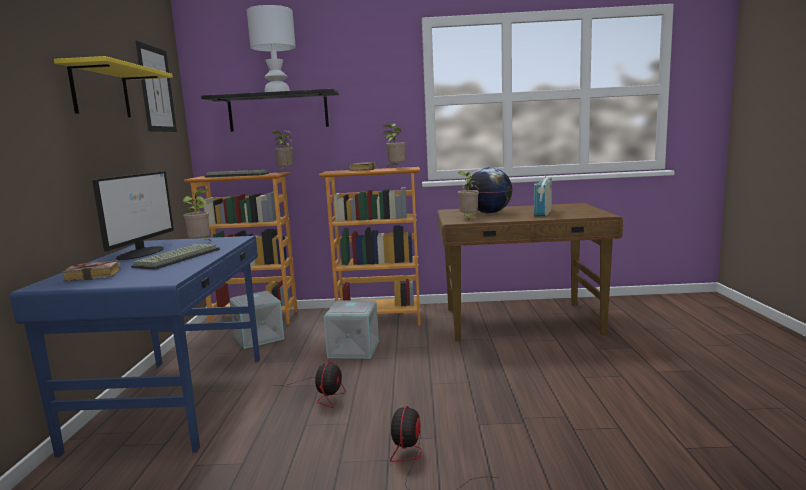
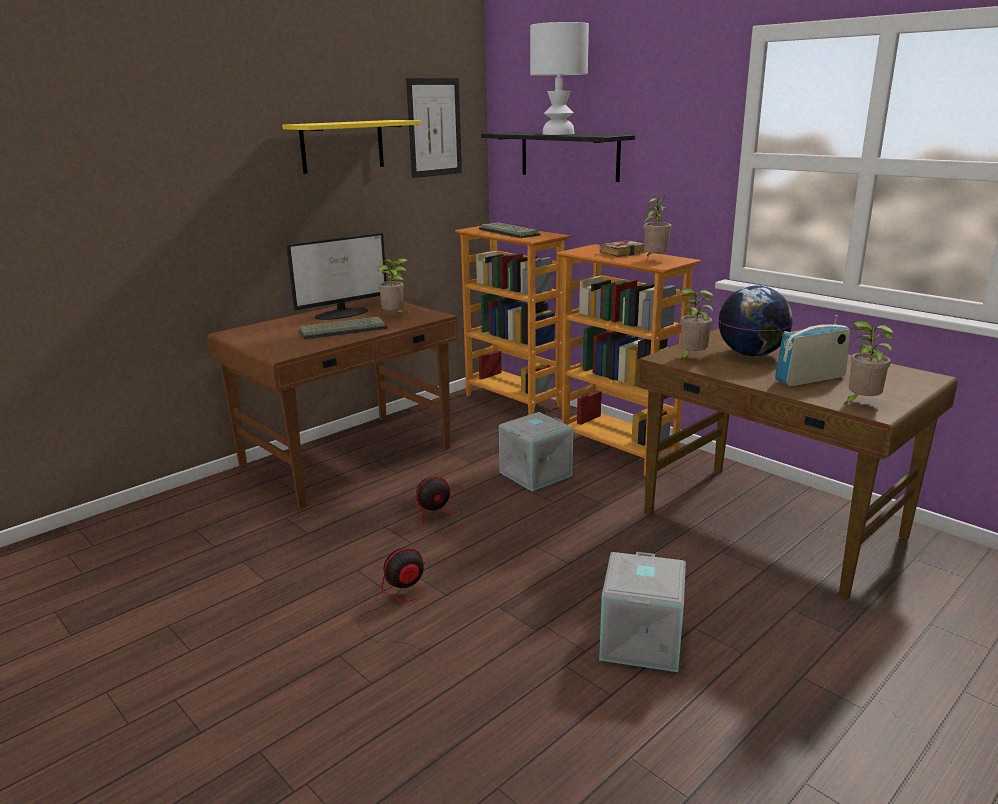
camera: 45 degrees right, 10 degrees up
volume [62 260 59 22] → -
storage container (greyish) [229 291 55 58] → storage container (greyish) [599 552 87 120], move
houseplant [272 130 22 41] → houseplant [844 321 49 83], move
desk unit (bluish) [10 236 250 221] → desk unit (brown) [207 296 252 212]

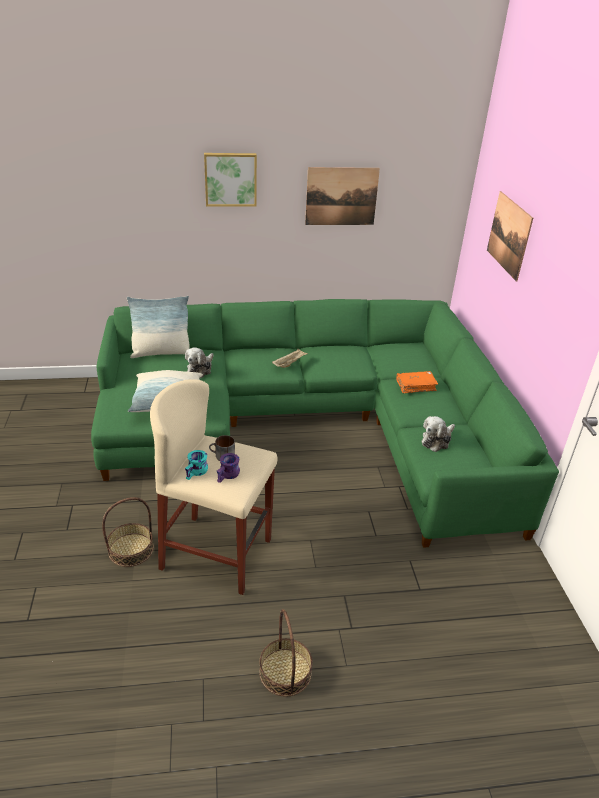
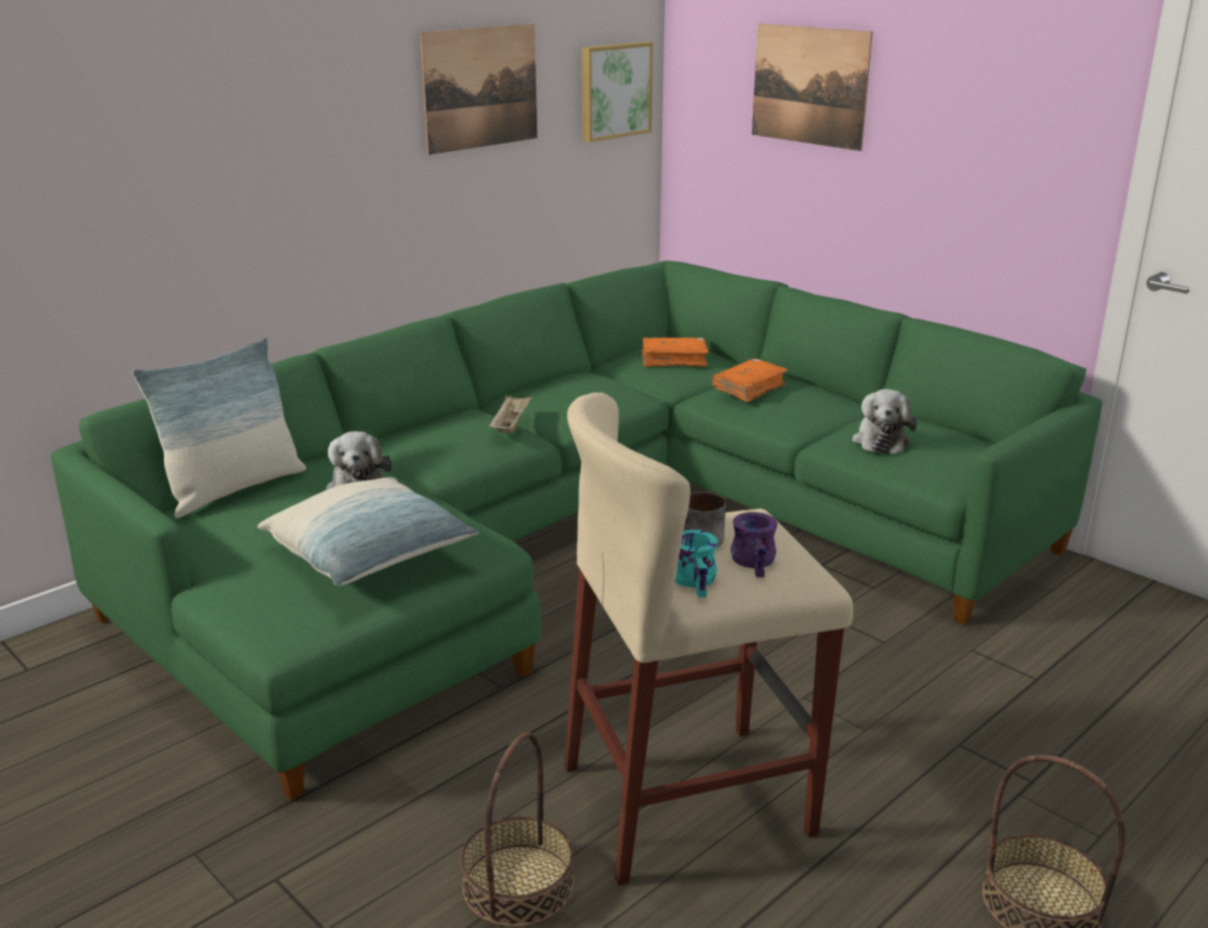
camera: 35 degrees left, 10 degrees down
- → volume (orange) [642 337 66 30]
picture [204 153 53 54] → picture [582 42 71 100], move

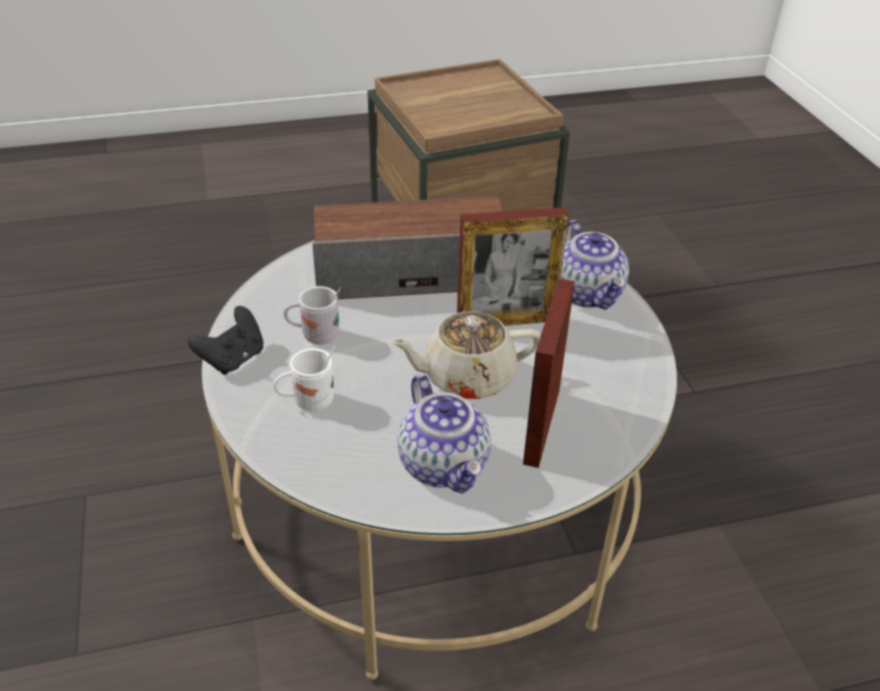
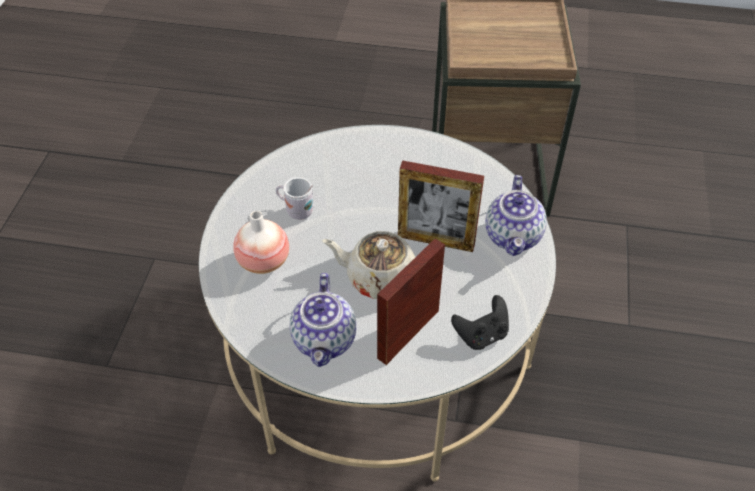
camera: 25 degrees right, 10 degrees up
loudspeaker [313 196 190 103] → -
game controller (blackish) [188 306 75 69] → game controller (blackish) [451 295 58 55], move
tea mug (whitish) [273 346 62 66] → decorative vase [233 211 56 63]

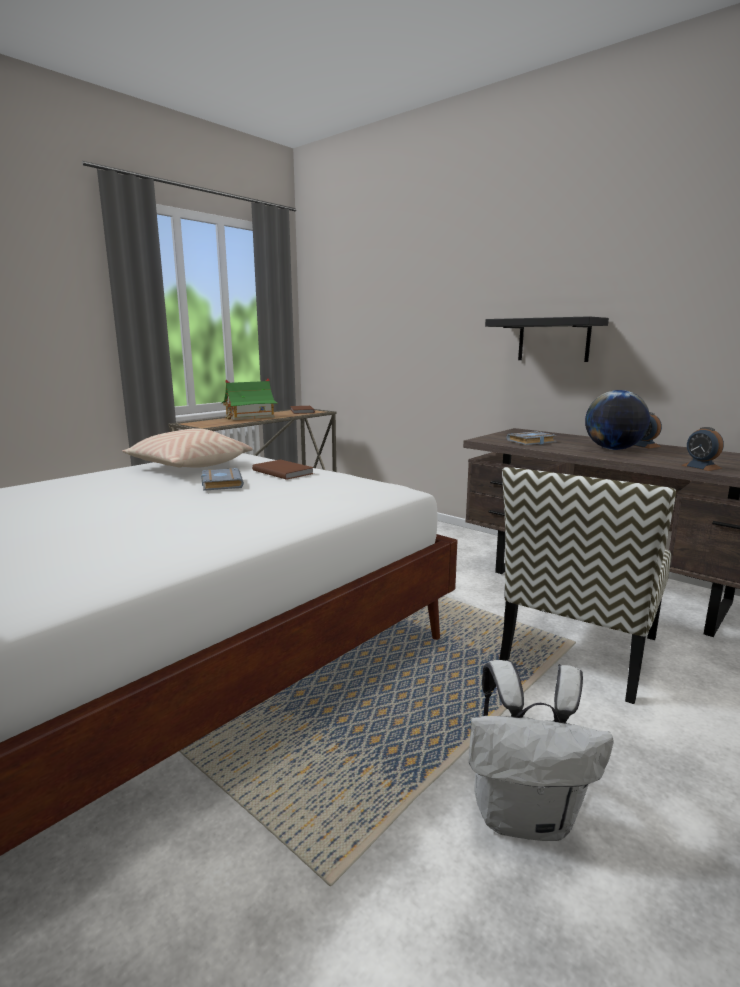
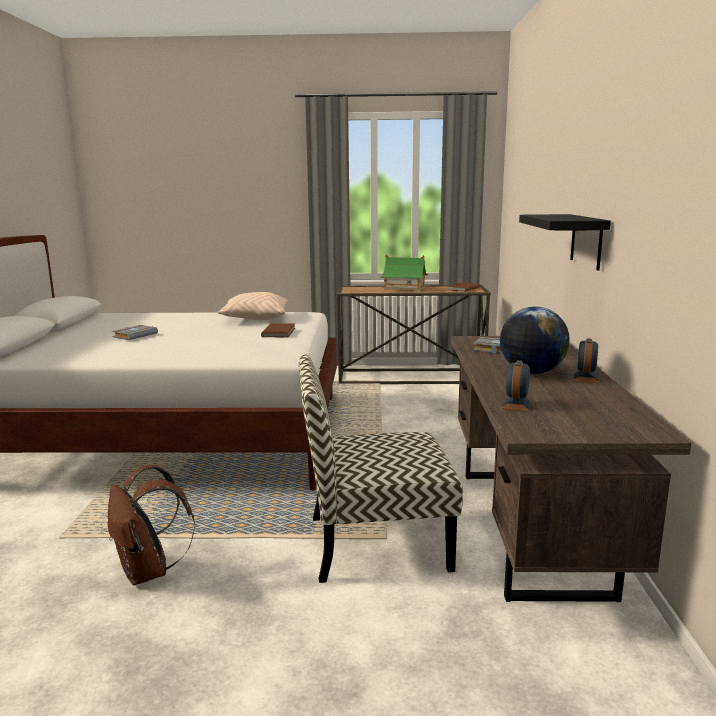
camera: 50 degrees right, 0 degrees up
volume (greyish) [201 468 43 23] → volume (greyish) [112 325 46 15], move
knapsack (whitish) [469 660 145 181] → knapsack (brown) [107 465 88 120]

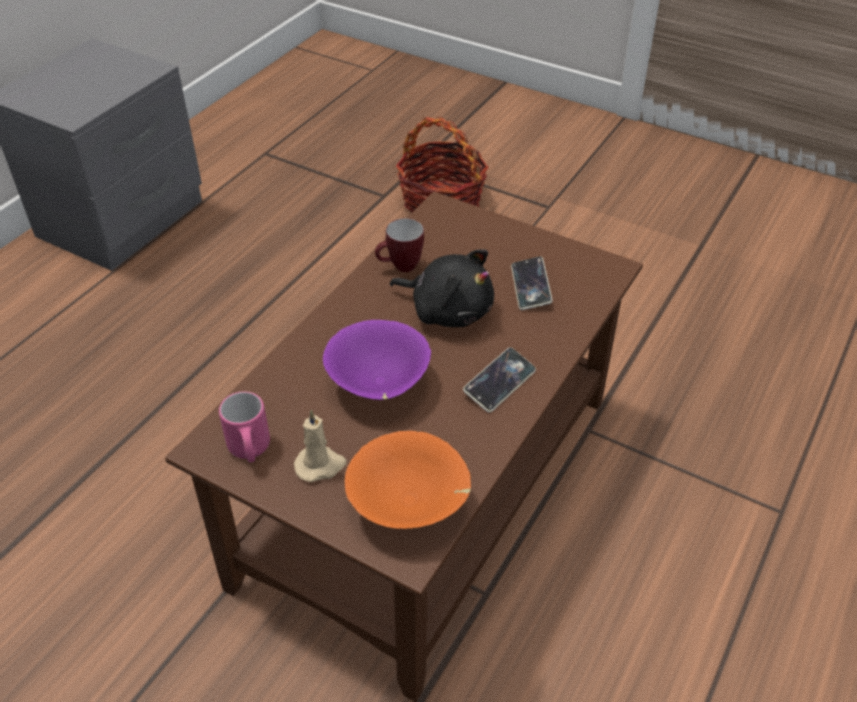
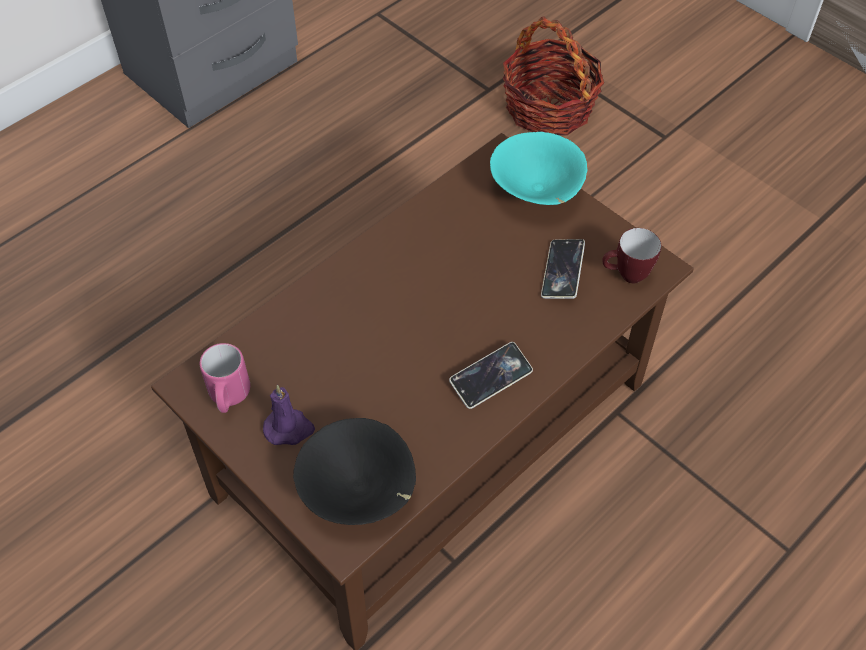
camera: 15 degrees right, 10 degrees up
deep dish (purple) [323 320 108 80] → -
plush toy (blackish) [390 249 104 78] → -
- → deep dish (turquoise-coloured) [490 132 97 73]
tea mug [375 218 49 54] → tea mug [602 228 59 55], move
wax candle (beige-coloured) [294 410 53 72] → wax candle (purple) [263 385 52 60]
deep dish (orange) [345 431 126 98] → deep dish (blackish) [293 418 123 107]

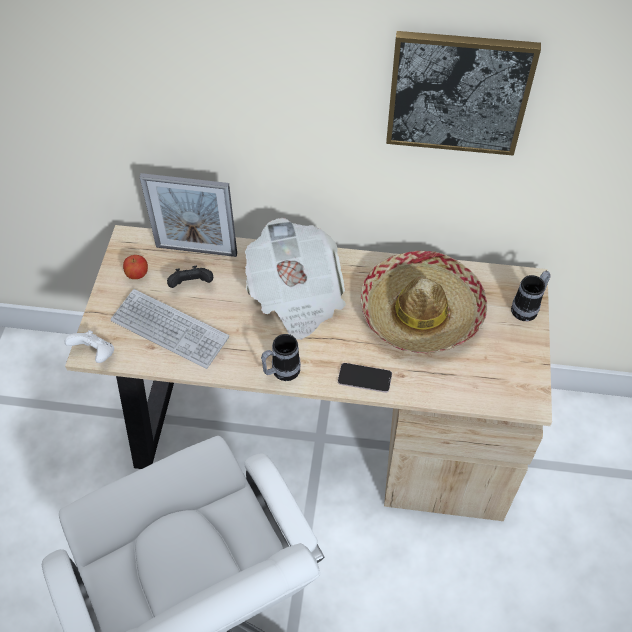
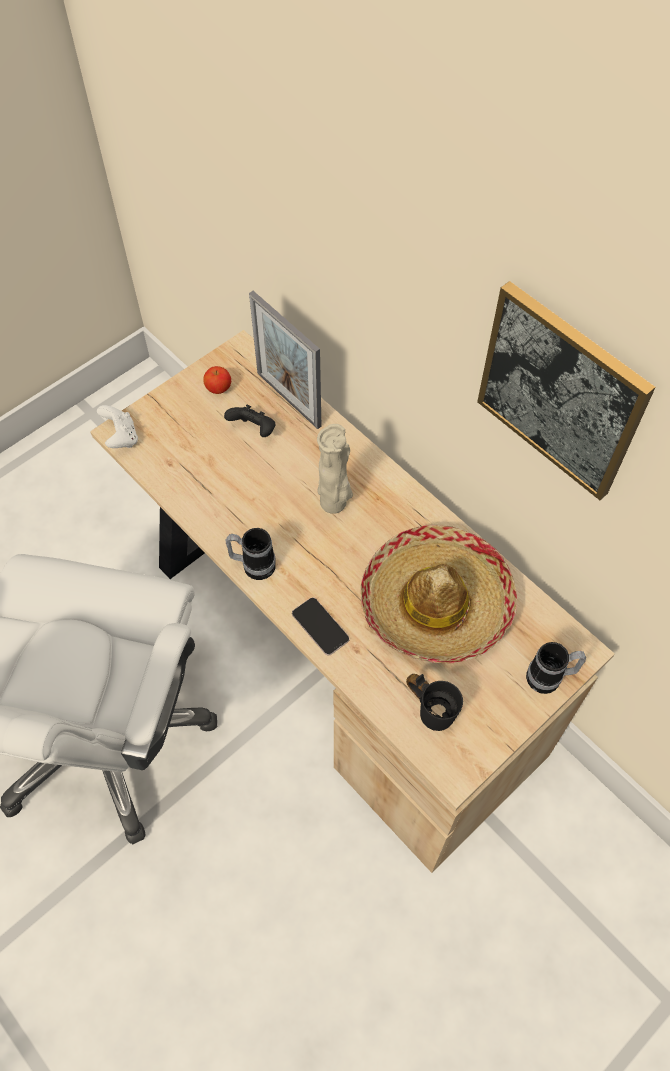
camera: 40 degrees right, 5 degrees up
PC keyboard [110 289 119 80] → -
- → tea mug (blackish) [406 674 57 57]
daily paper [245 218 101 122] → decorative vase (beige-coloured) [317 424 36 90]

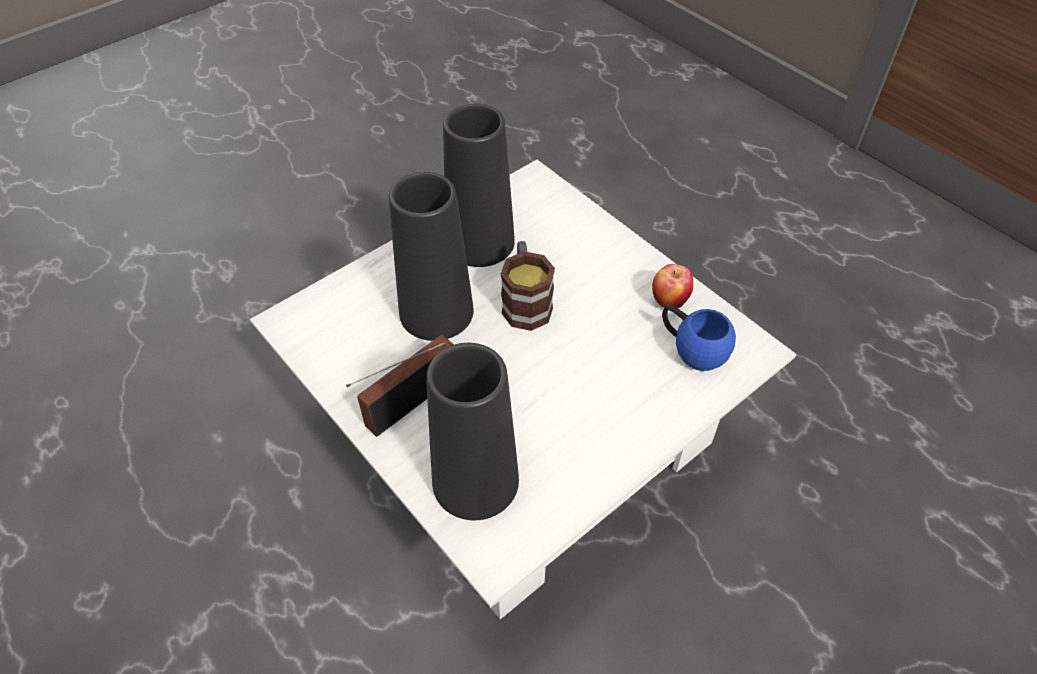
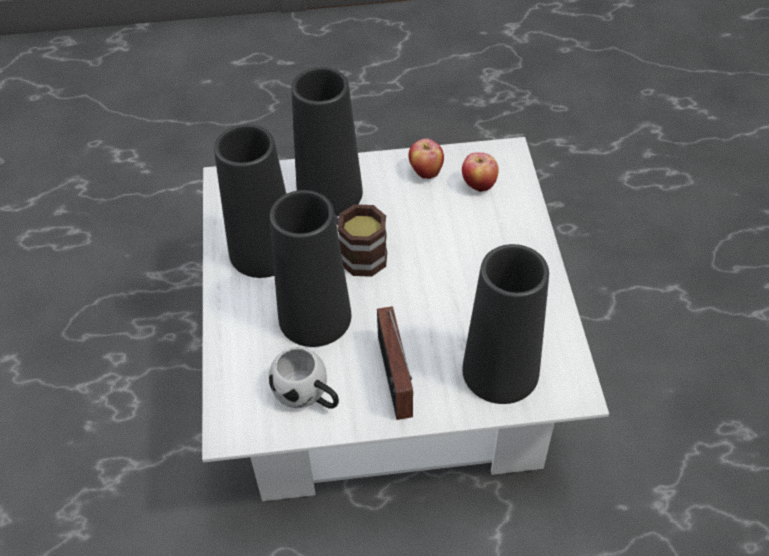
camera: 55 degrees left, 0 degrees up
- → tea mug (whitish) [269 347 70 62]
- → decorative vase (blackish) [291 67 72 150]
tea mug (bluish) [662 305 74 66] → apple fruit [462 152 37 40]

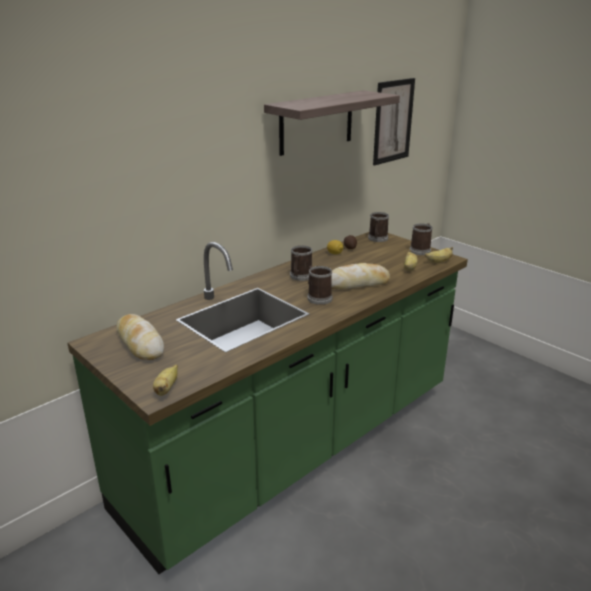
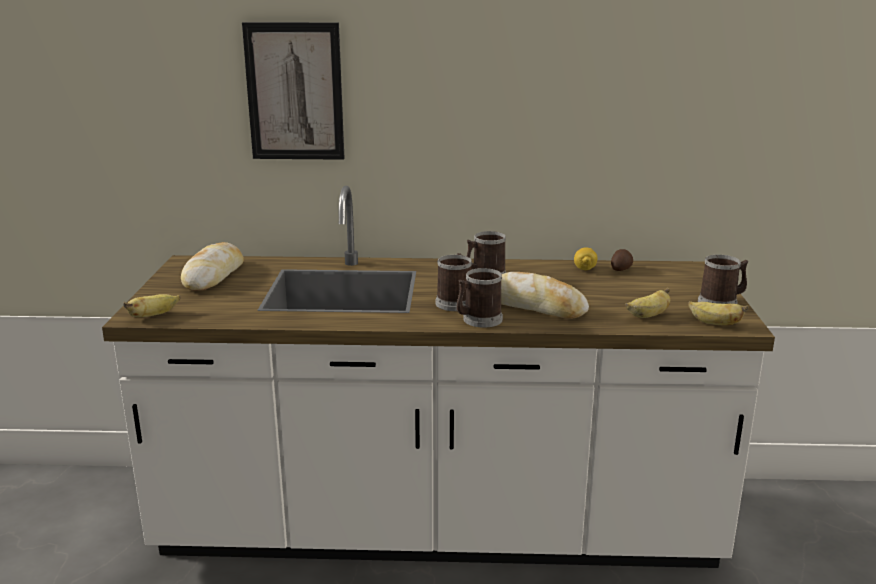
camera: 45 degrees right, 5 degrees down
shelf [264 90 136 66] → -
tea mug [368 212 21 30] → tea mug [456 268 47 60], move
picture [373 78 42 87] → picture [242 22 103 138], move
kitchen base unit (greenish) [67 232 401 342] → kitchen base unit (whitish) [102 186 673 382]

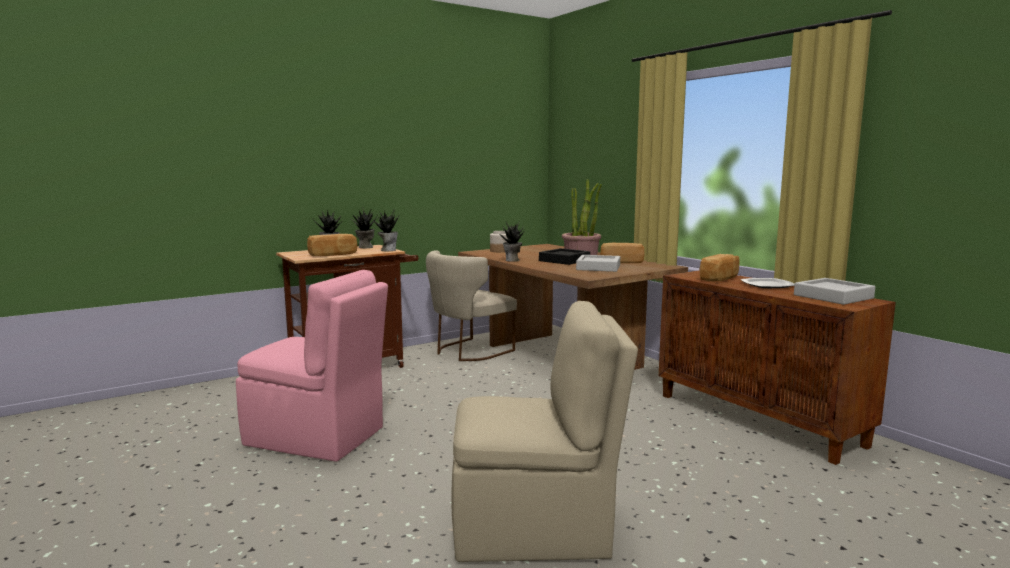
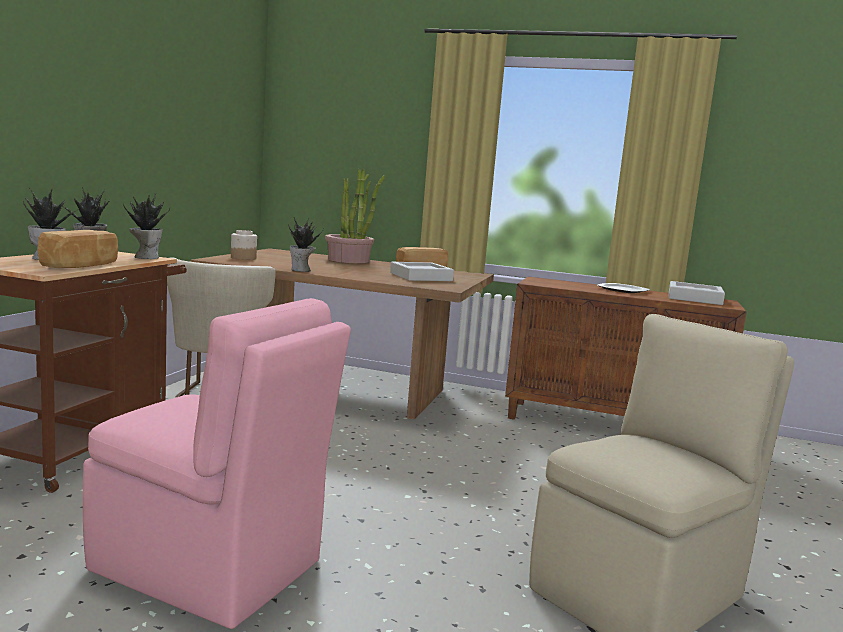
camera: 40 degrees left, 0 degrees up
carrying tray (blackish) [539 248 51 17] → -
bread [700 254 39 28] → -
plain chair (pink) [236 270 152 192] → plain chair (pink) [83 298 268 331], 45 degrees clockwise

